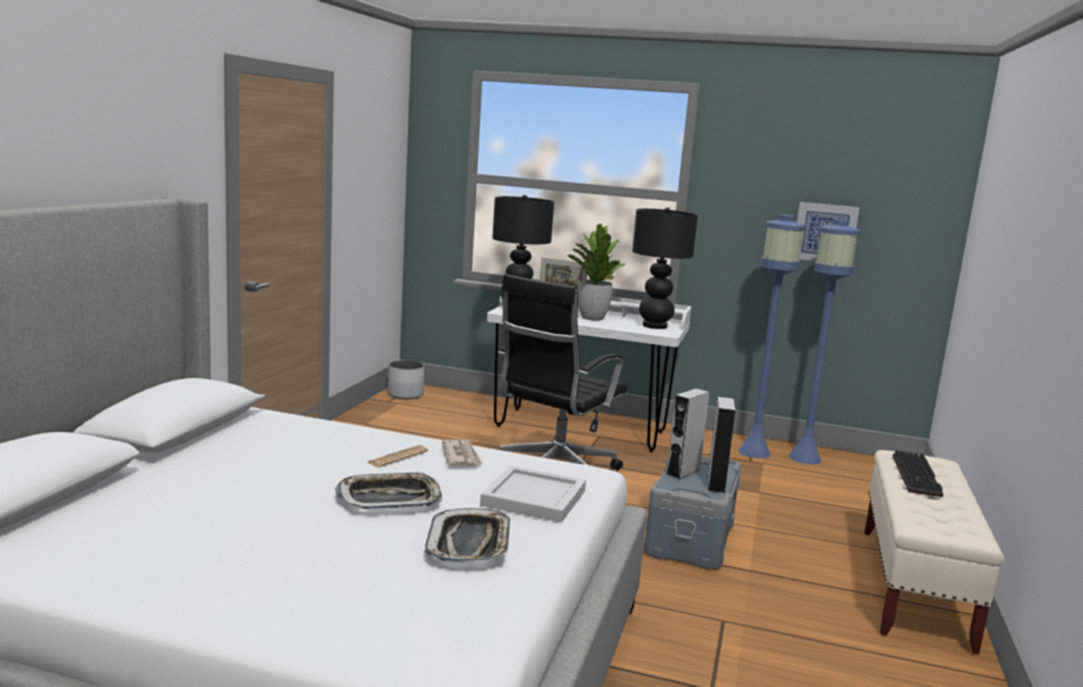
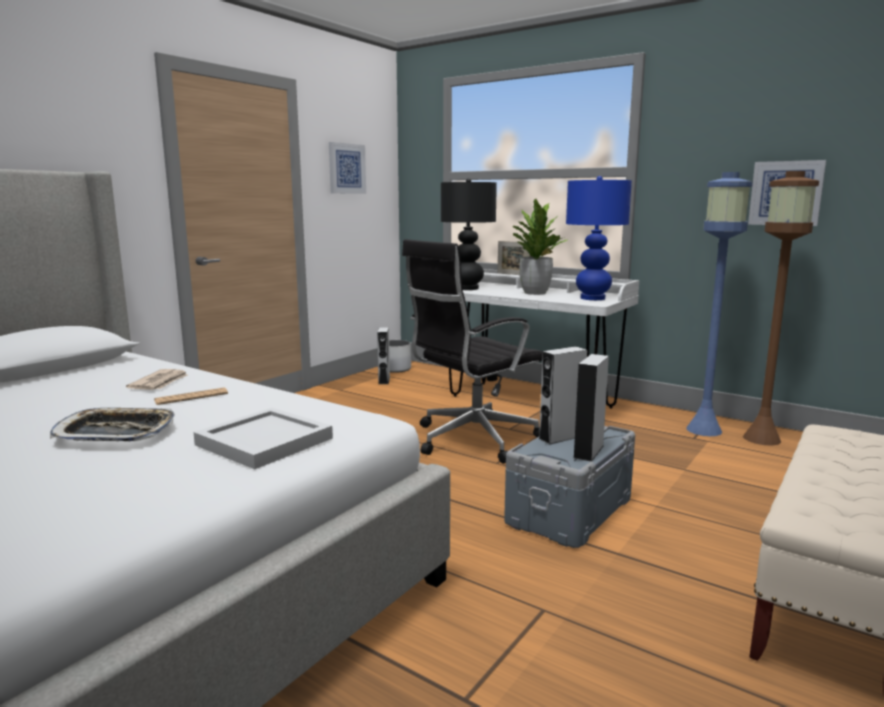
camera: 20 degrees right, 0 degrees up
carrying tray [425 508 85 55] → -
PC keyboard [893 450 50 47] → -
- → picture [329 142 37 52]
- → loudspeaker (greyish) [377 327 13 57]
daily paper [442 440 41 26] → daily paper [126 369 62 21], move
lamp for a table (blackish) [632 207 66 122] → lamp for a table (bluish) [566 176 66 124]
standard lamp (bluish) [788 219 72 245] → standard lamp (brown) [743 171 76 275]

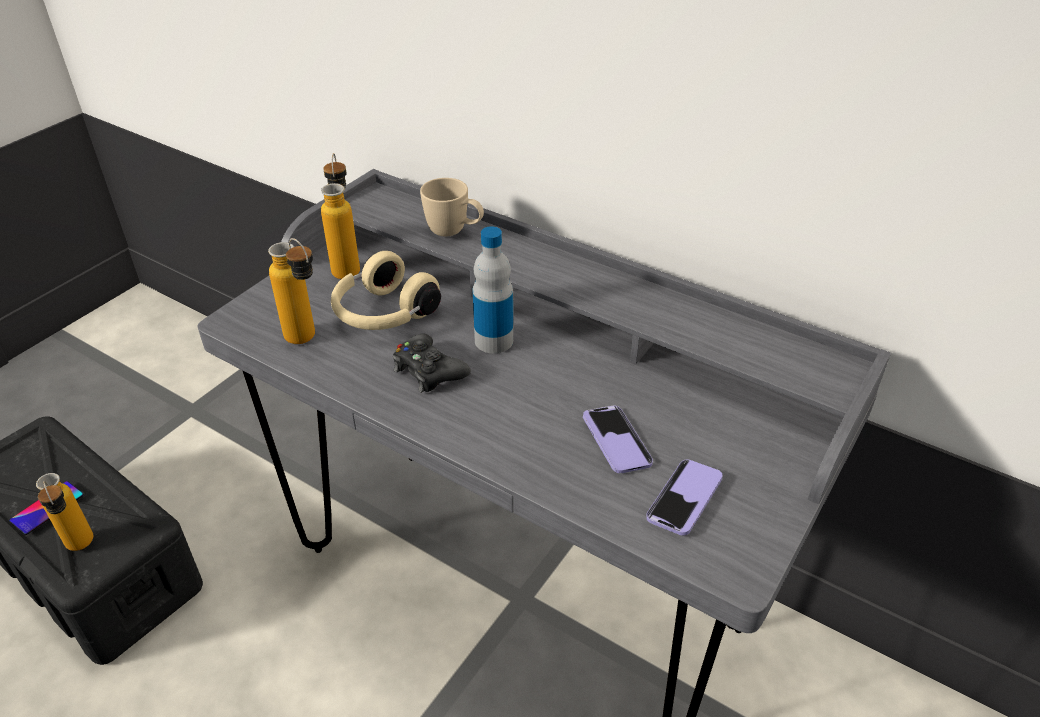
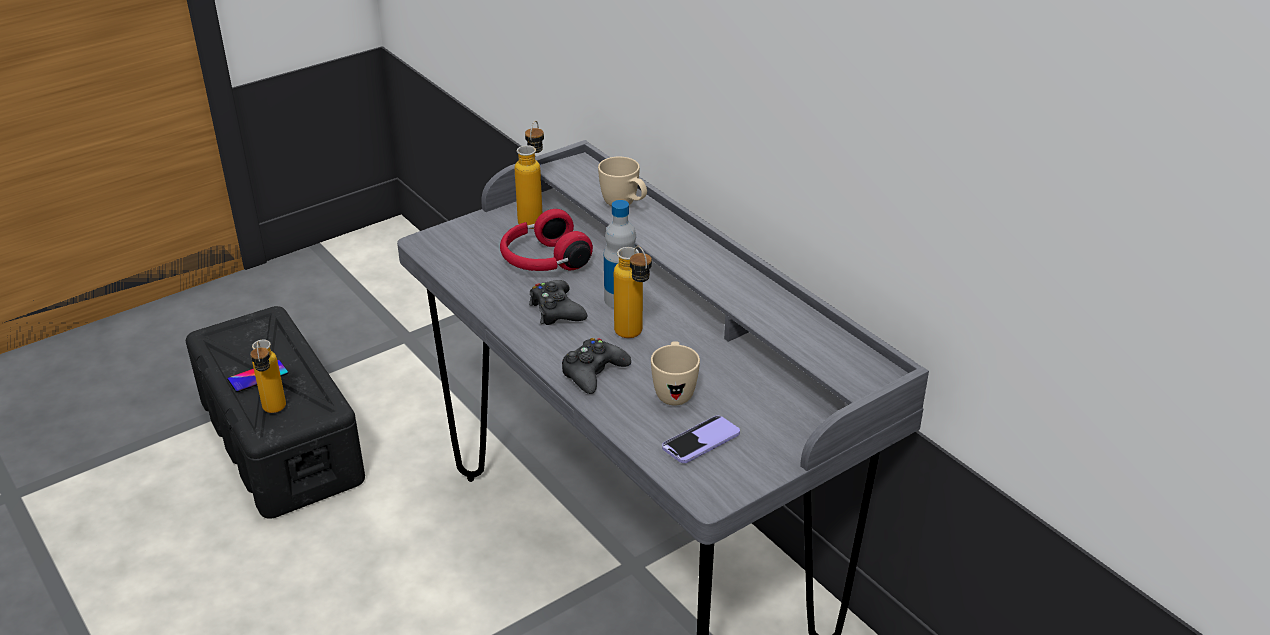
camera: 20 degrees right, 5 degrees down
- → game controller (blackish) [562 338 69 56]
drink bottle [268 238 47 106] → drink bottle [614 246 38 92], move
telephone [583 406 70 67] → tea mug (beige-coloured) [651 341 49 65]
headphones (beige-coloured) [331 251 110 79] → headphones (reddish) [500 209 93 62]

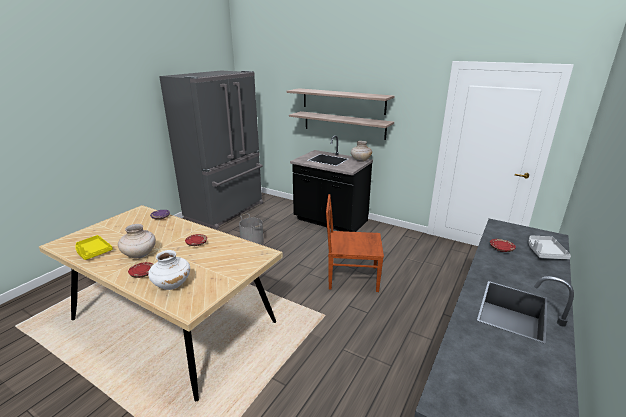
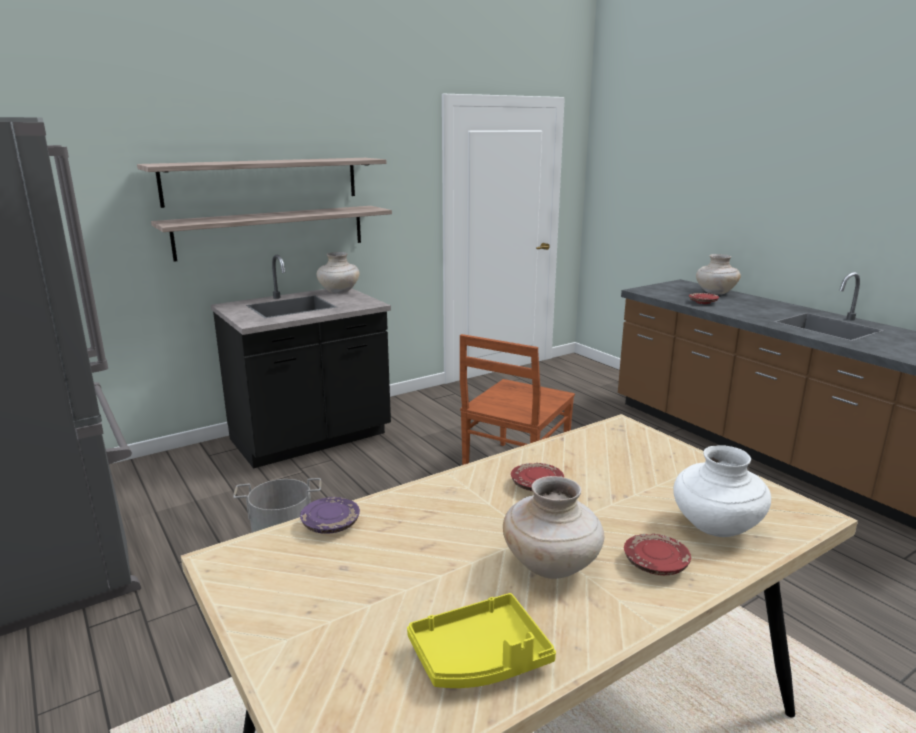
camera: 65 degrees left, 5 degrees down
carrying tray (greyish) [529 235 42 24] → decorative vase (beige-coloured) [696 254 45 41]

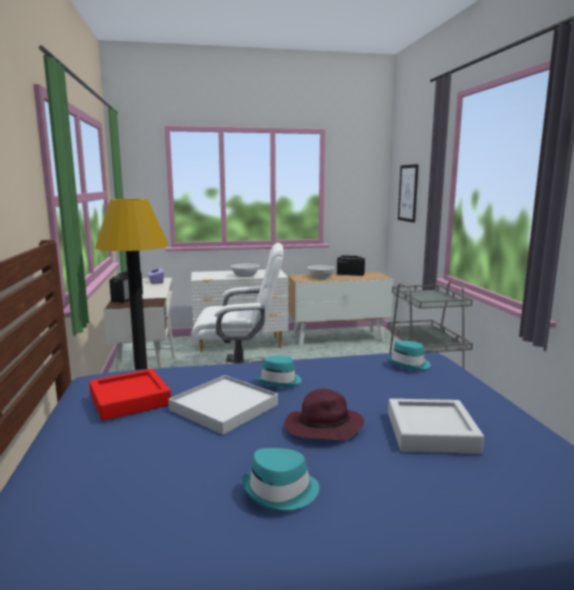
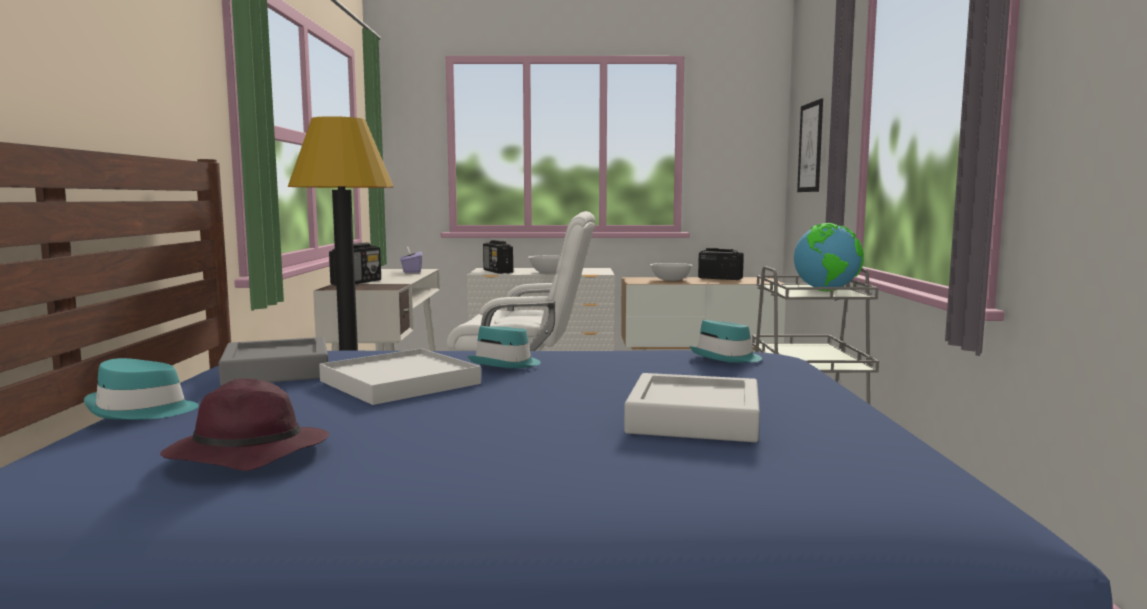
camera: 10 degrees right, 5 degrees down
- → radio receiver [483 240 30 34]
- → world globe [794 223 70 68]
clothing hat (turquoise-coloured) [242 448 77 62] → clothing hat (turquoise-coloured) [84 358 115 62], move
clothing hat (purple) [284 389 80 52] → clothing hat (purple) [160 378 169 93], move
carrying tray (reddish) [89 369 82 52] → carrying tray (greyish) [219 337 109 49]

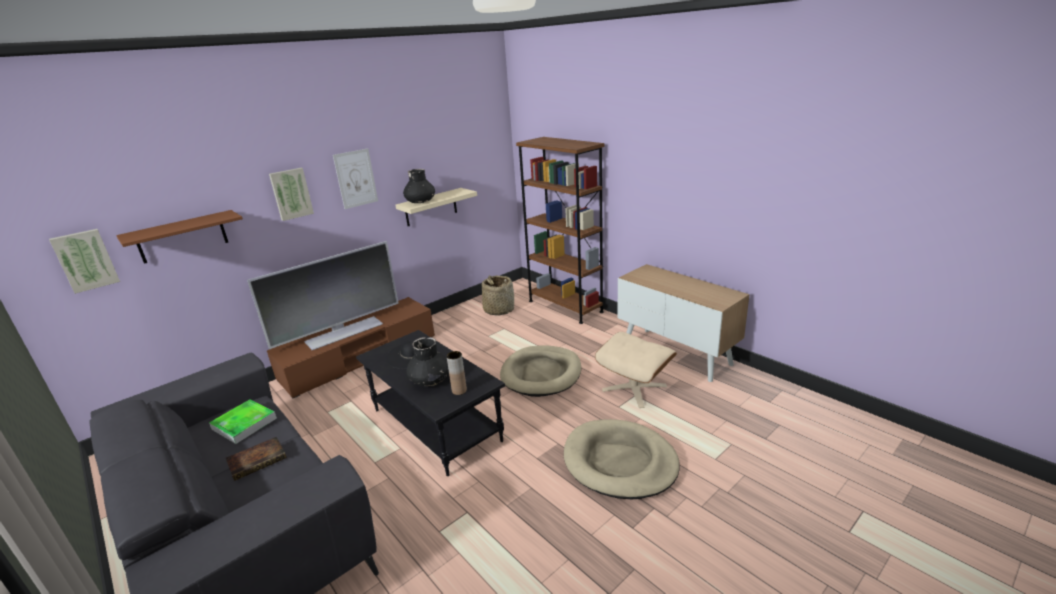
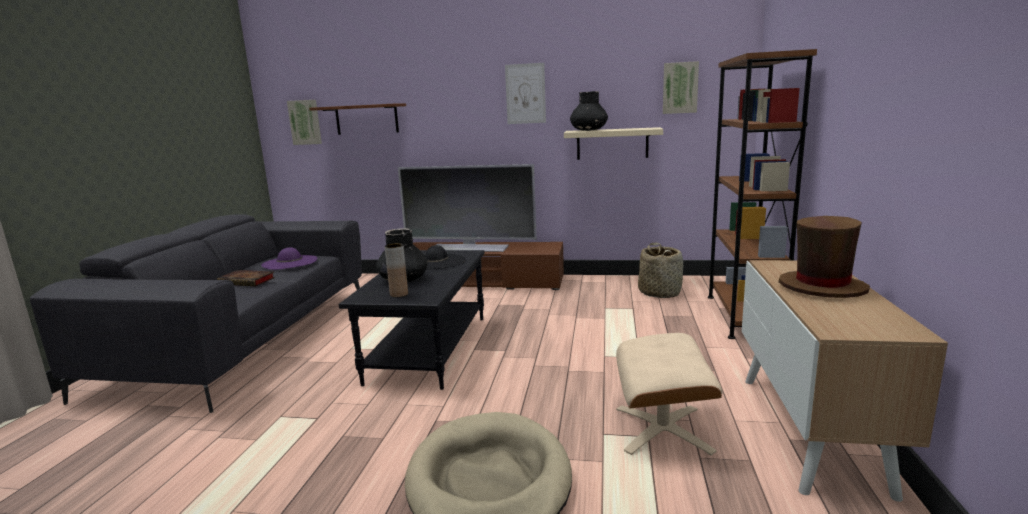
camera: 50 degrees right, 10 degrees down
dog bed (beige-coloured) [500 345 81 52] → -
- → clothing hat (brown) [779 216 91 82]
picture [269 168 45 53] → picture [663 61 36 53], move
carrying tray [209 399 68 45] → clothing hat (purple) [261 247 56 23]

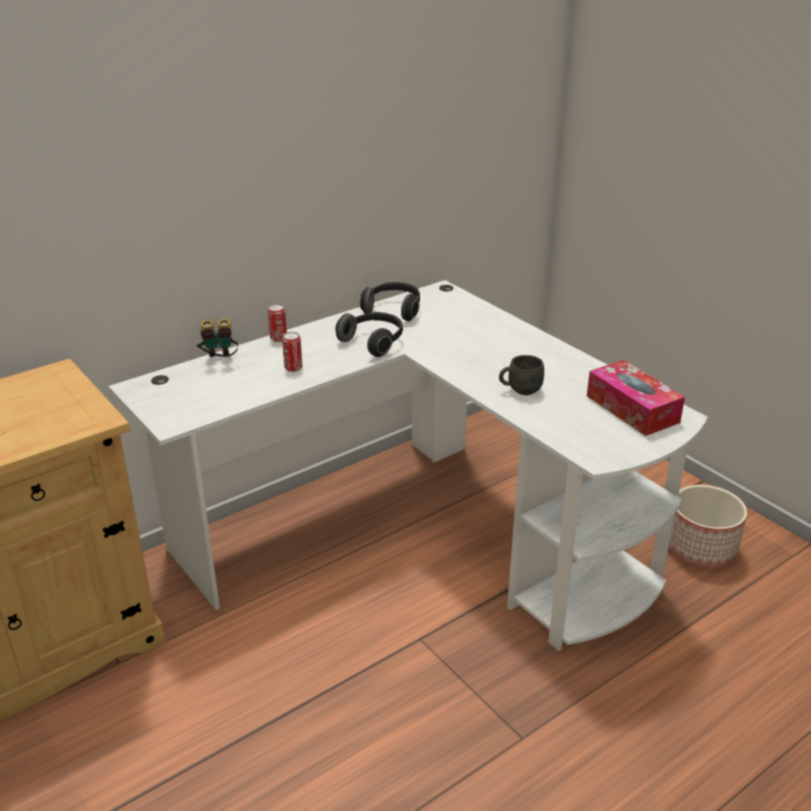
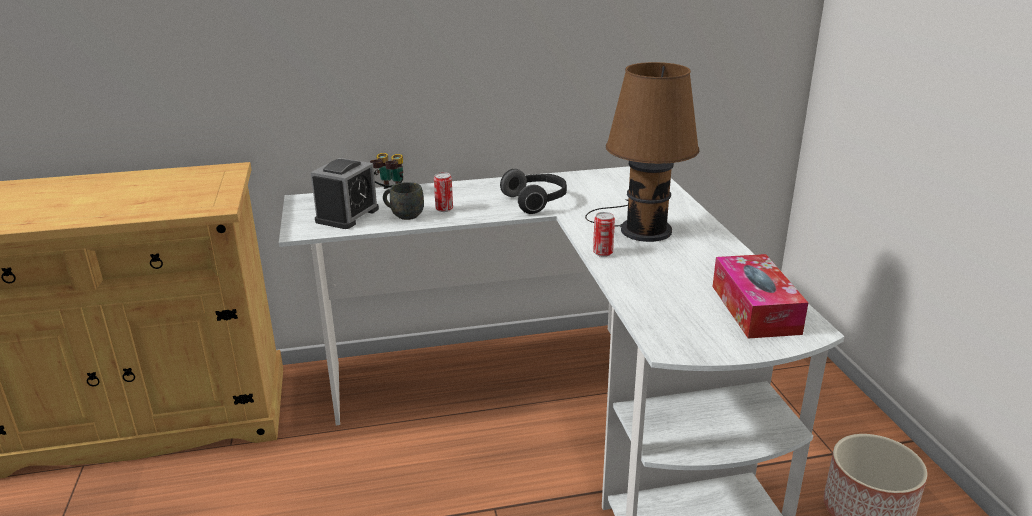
camera: 25 degrees right, 5 degrees down
headphones [360 282 60 39] → -
- → bedside clock [311 158 68 71]
- → lamp for a table (brown) [585 62 115 180]
can [268 304 19 38] → can [593 212 22 45], move
tea mug (greyish) [499 355 45 40] → tea mug (greyish) [383 182 41 38], move

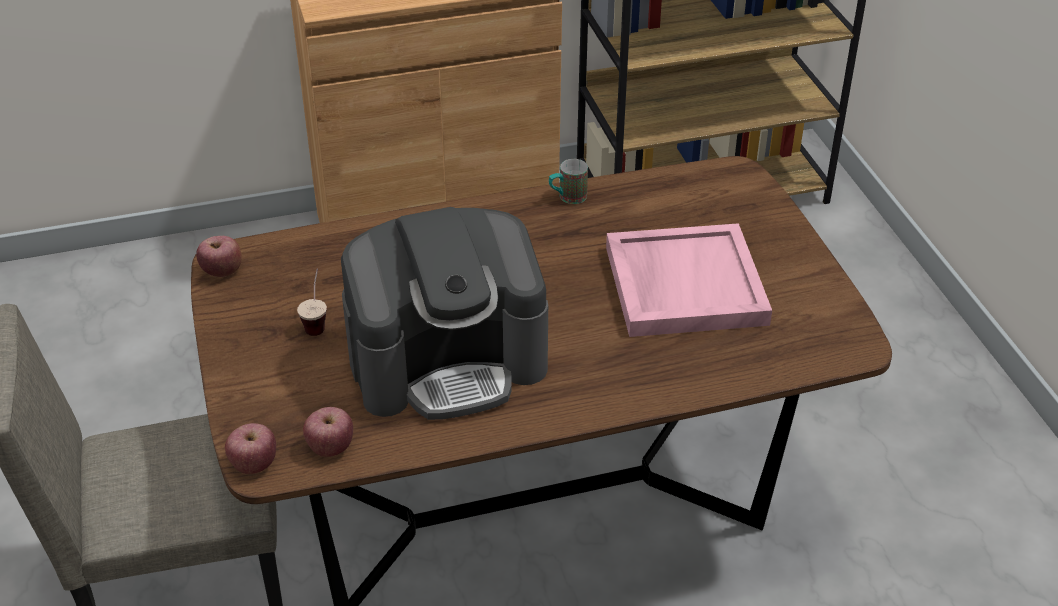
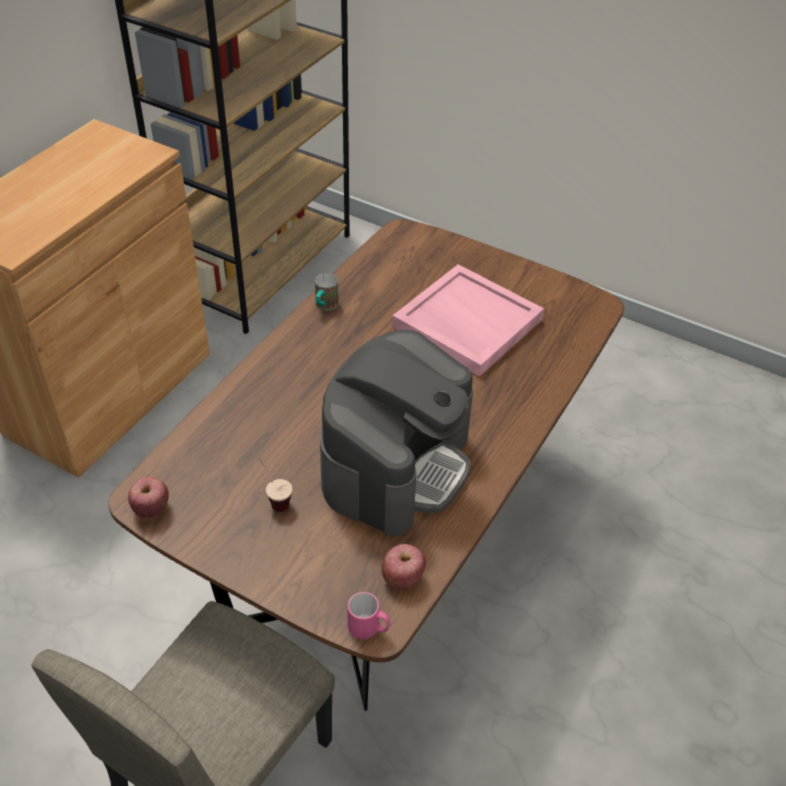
camera: 45 degrees left, 5 degrees up
apple fruit [225 423 51 51] → tea mug (pink) [347 592 43 47]

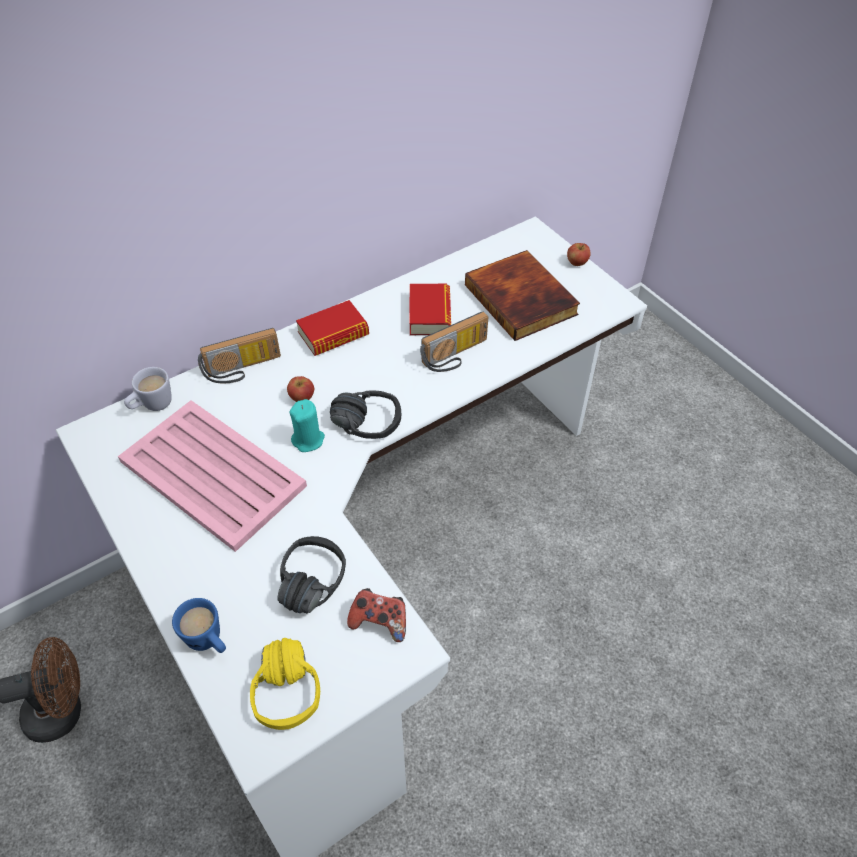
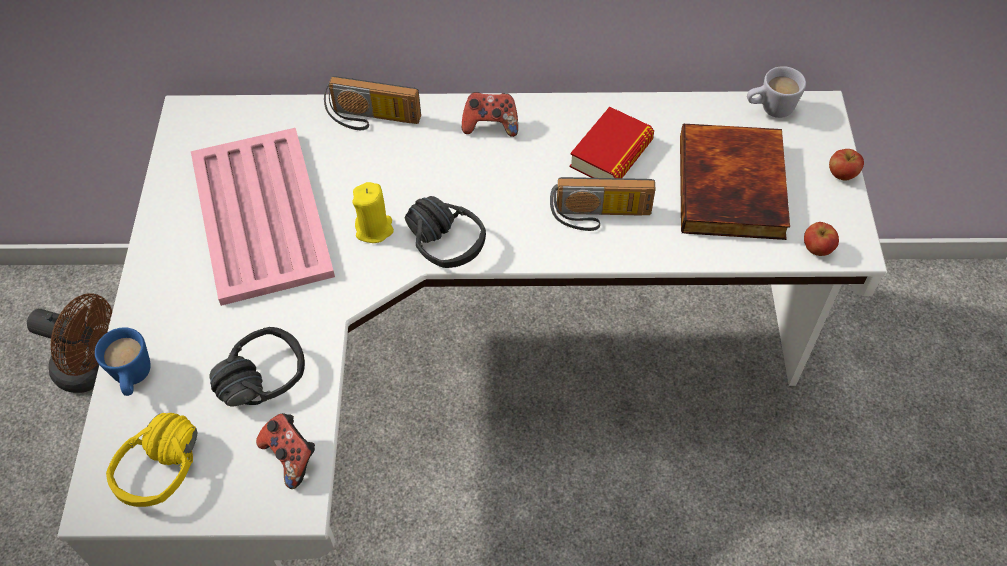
camera: 35 degrees right, 5 degrees up
tea mug (whitish) [124 367 48 44] → tea mug (whitish) [747 66 59 52], move
apple fruit [287 376 27 26] → apple fruit [804 222 35 34], move
volume [296 300 73 56] → game controller [462 92 56 45]
wax candle (turquoise-coloured) [290 399 35 53] → wax candle (yellow-coloured) [352 182 42 61]

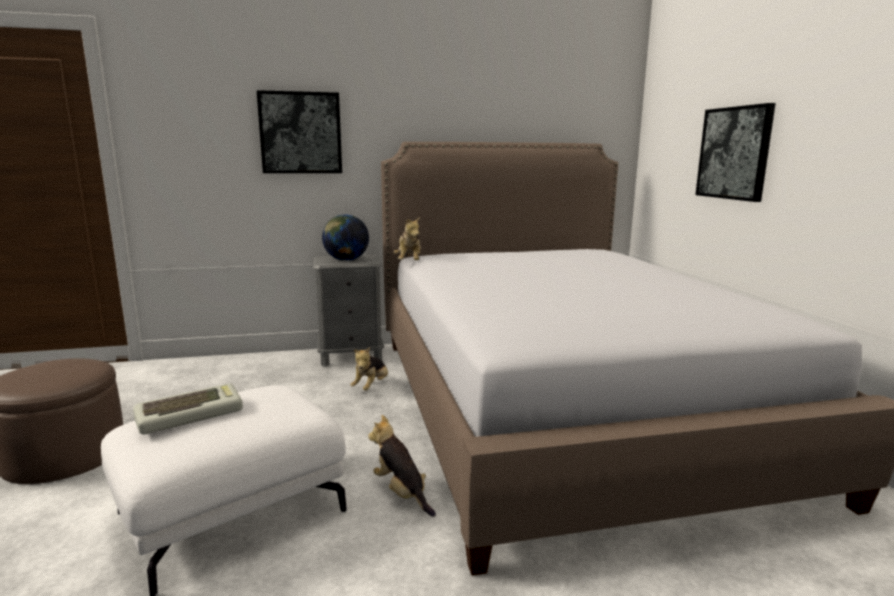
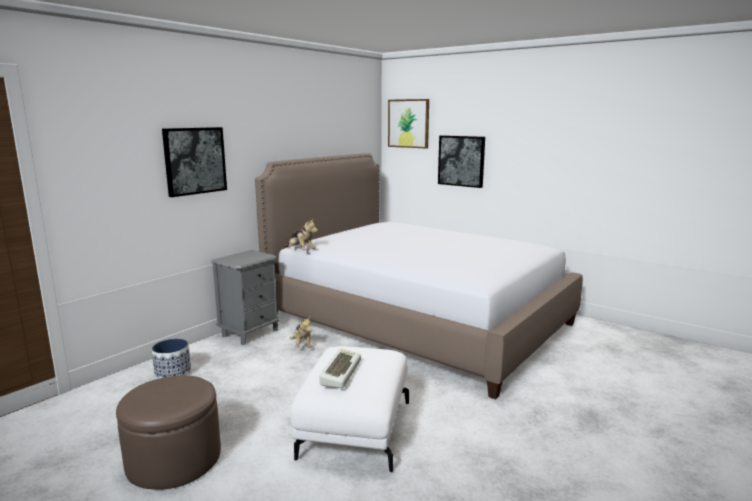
camera: 40 degrees left, 0 degrees up
world globe [322 214 47 47] → -
plush toy [368 415 68 102] → -
- → planter [152 339 39 40]
- → picture [388 99 41 50]

